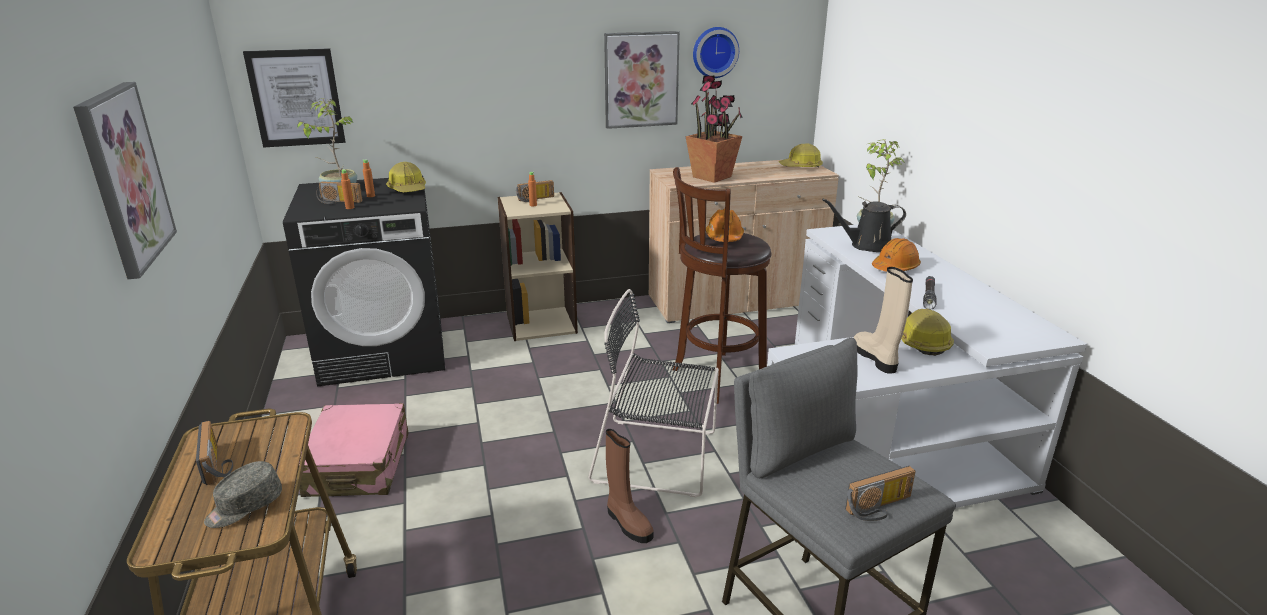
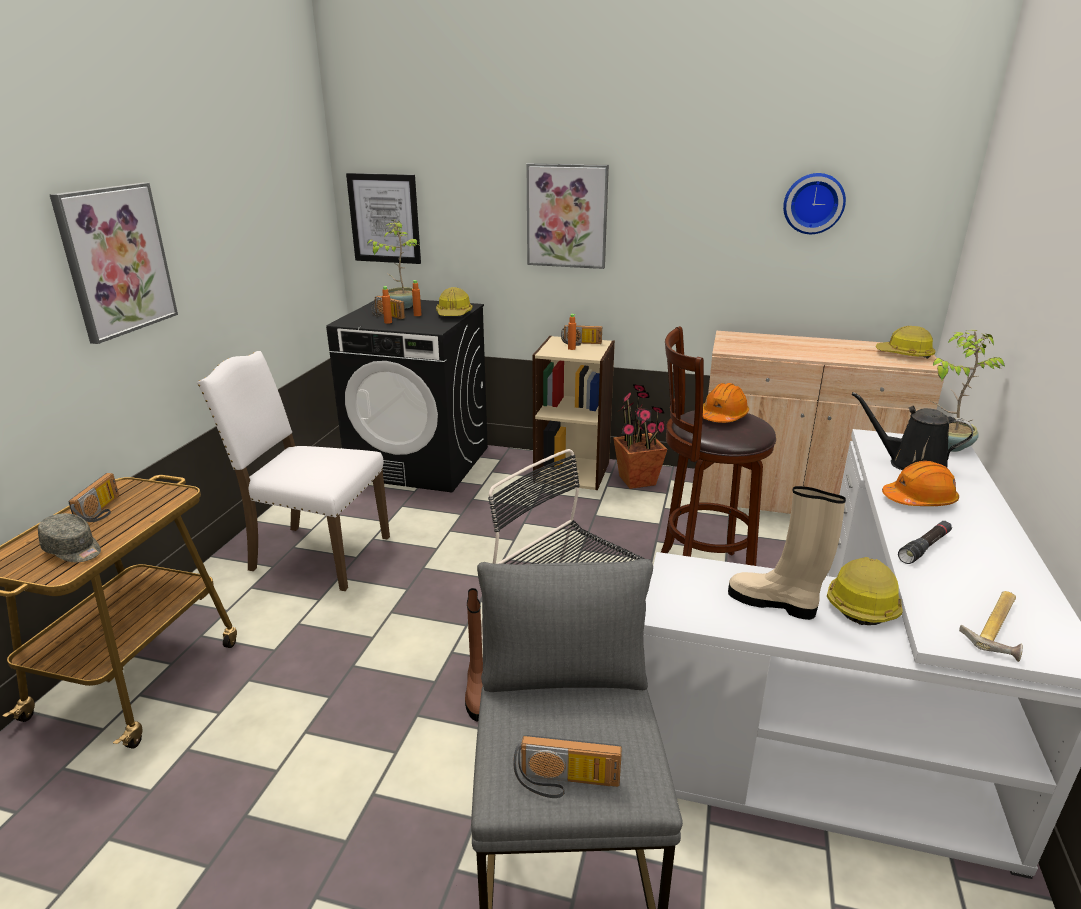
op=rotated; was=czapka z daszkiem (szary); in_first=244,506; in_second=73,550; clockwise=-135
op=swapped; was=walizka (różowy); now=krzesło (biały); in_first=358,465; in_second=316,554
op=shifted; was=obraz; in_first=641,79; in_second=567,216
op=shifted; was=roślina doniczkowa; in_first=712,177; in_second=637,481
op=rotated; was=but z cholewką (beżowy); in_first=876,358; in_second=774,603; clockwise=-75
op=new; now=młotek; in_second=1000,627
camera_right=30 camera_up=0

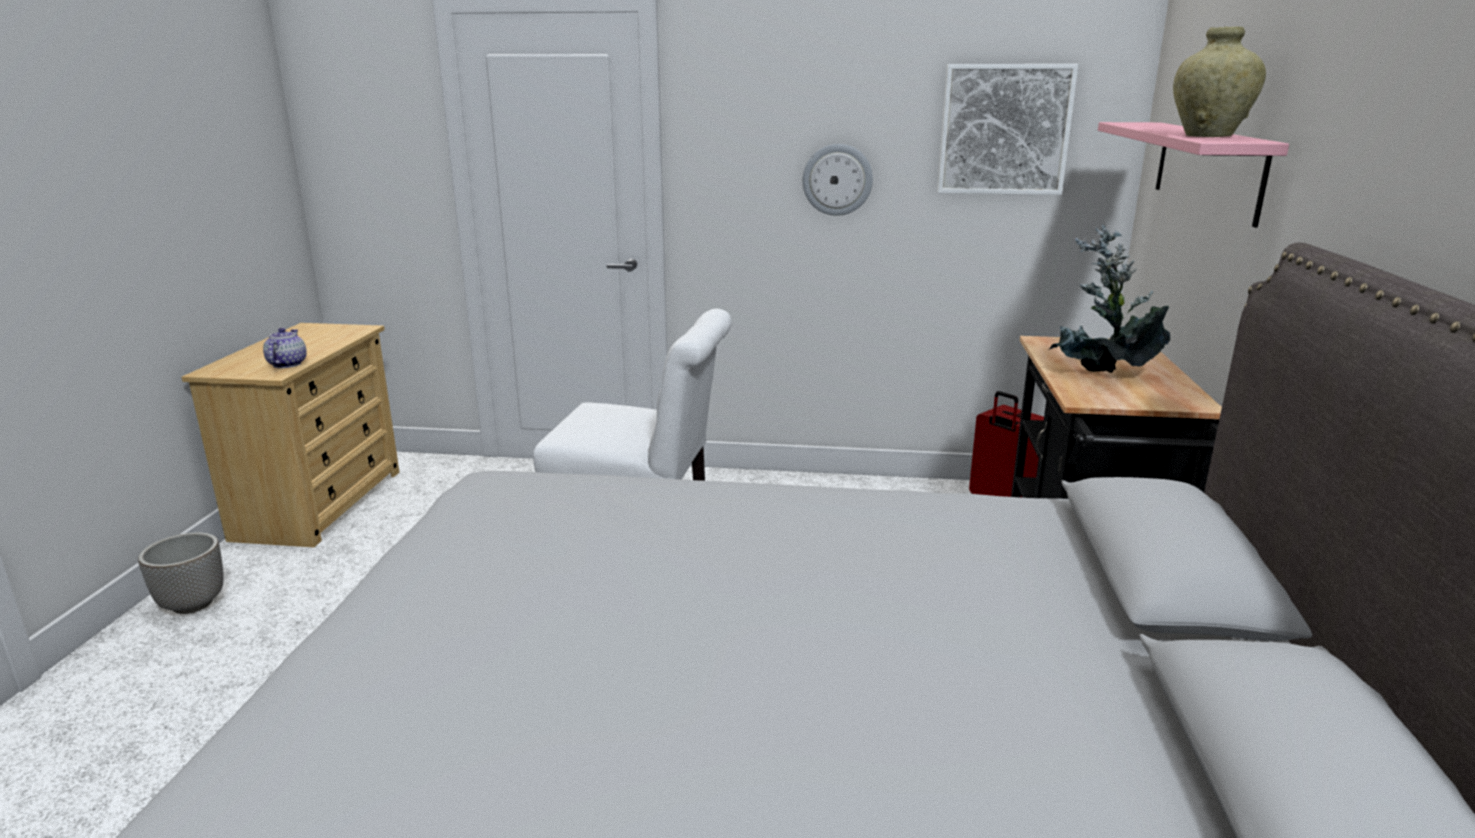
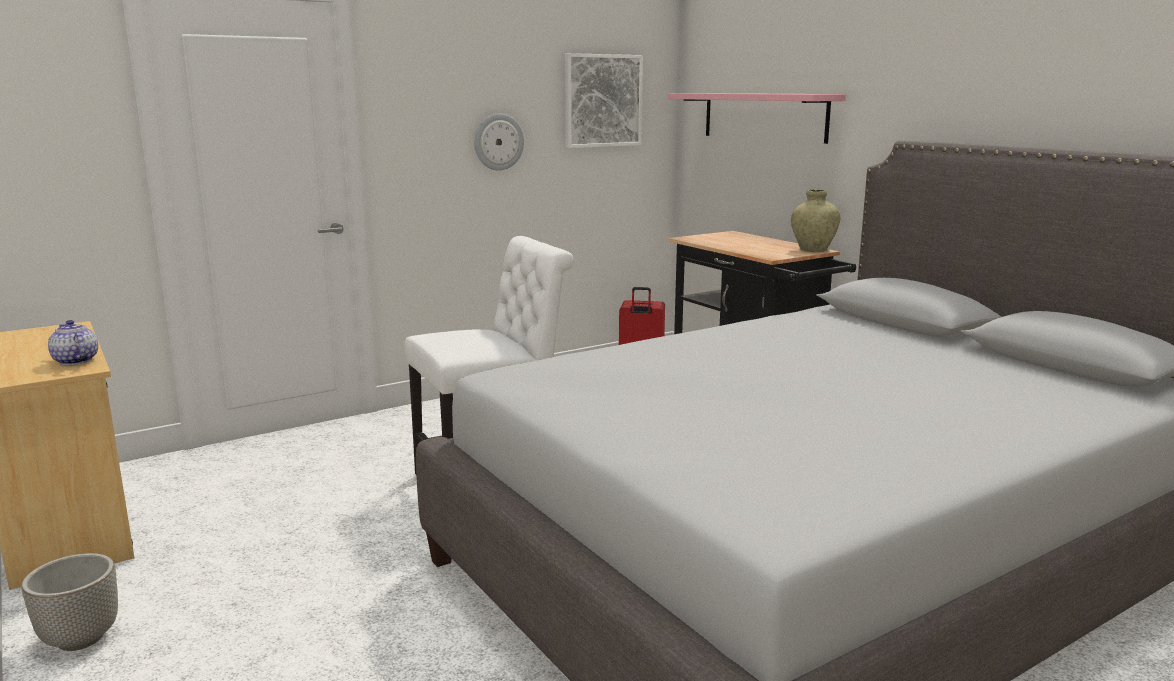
op=shifted; was=wazon (beżowy); in_first=1208,136; in_second=813,250
op=gone; was=roślina doniczkowa; in_first=1102,377
camera_right=-40 camera_up=-5

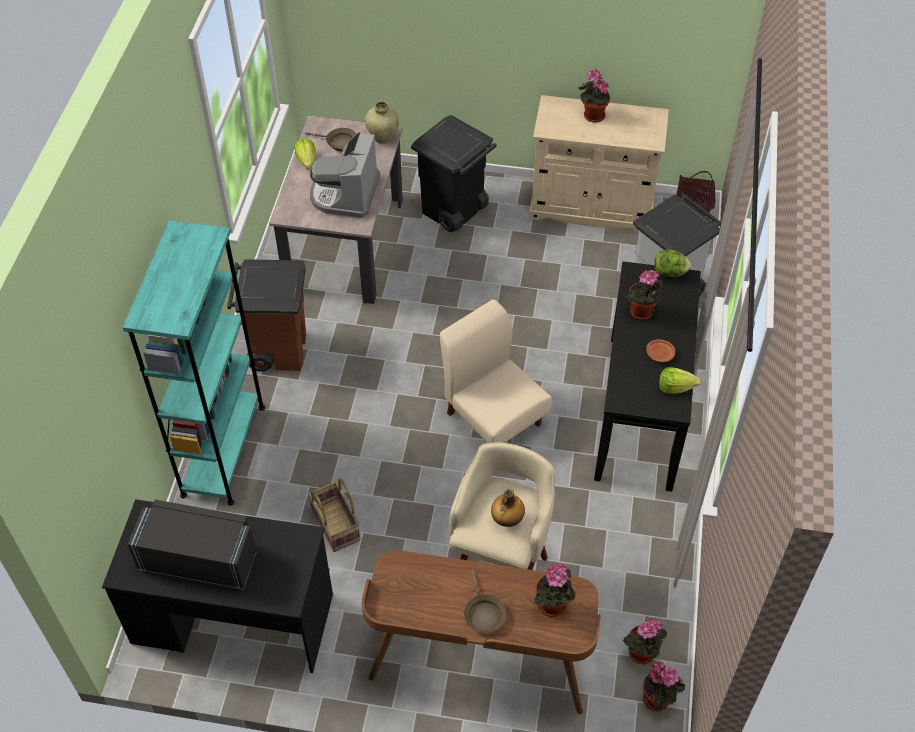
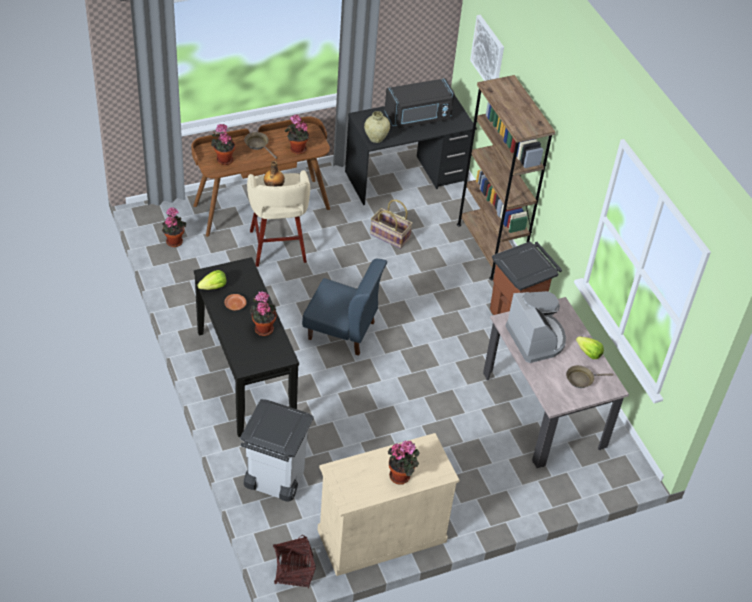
op=shifted; was=roślina doniczkowa; in_first=658,700; in_second=296,149
op=repainted; was=krzesło (beżowy); now=krzesło (niebieski); in_first=493,418; in_second=342,331
op=shifted; was=wazon (beżowy); in_first=382,137; in_second=376,138
op=repainted; was=regał (turkusowy); now=regał (brązowy); in_first=223,450; in_second=489,247
op=new; now=obraz; in_second=488,53
op=gone; was=kosz na śmieci (czarny); in_first=454,211
op=gone; was=sałata; in_first=670,272
camera_right=145 camera_up=-5

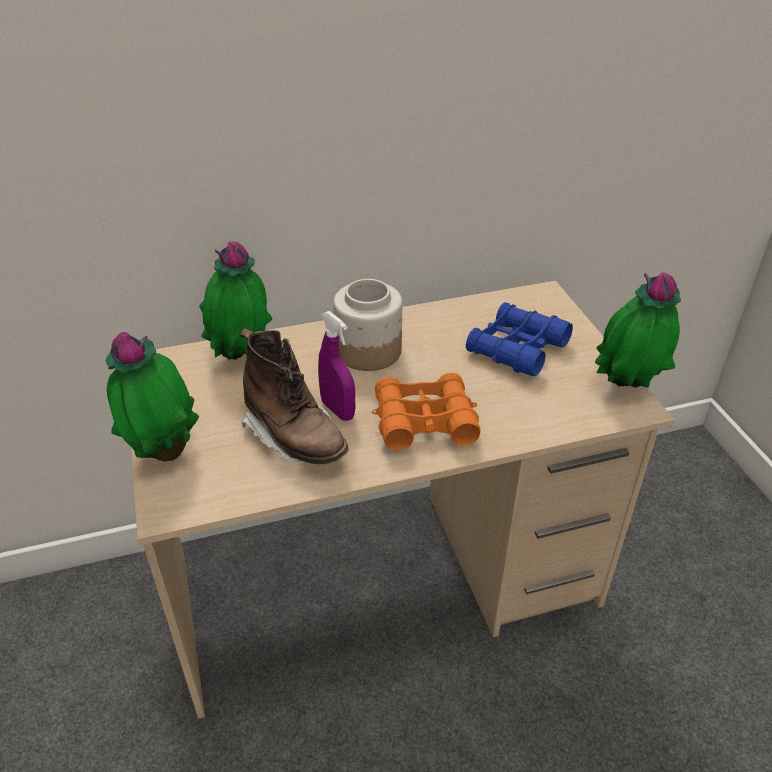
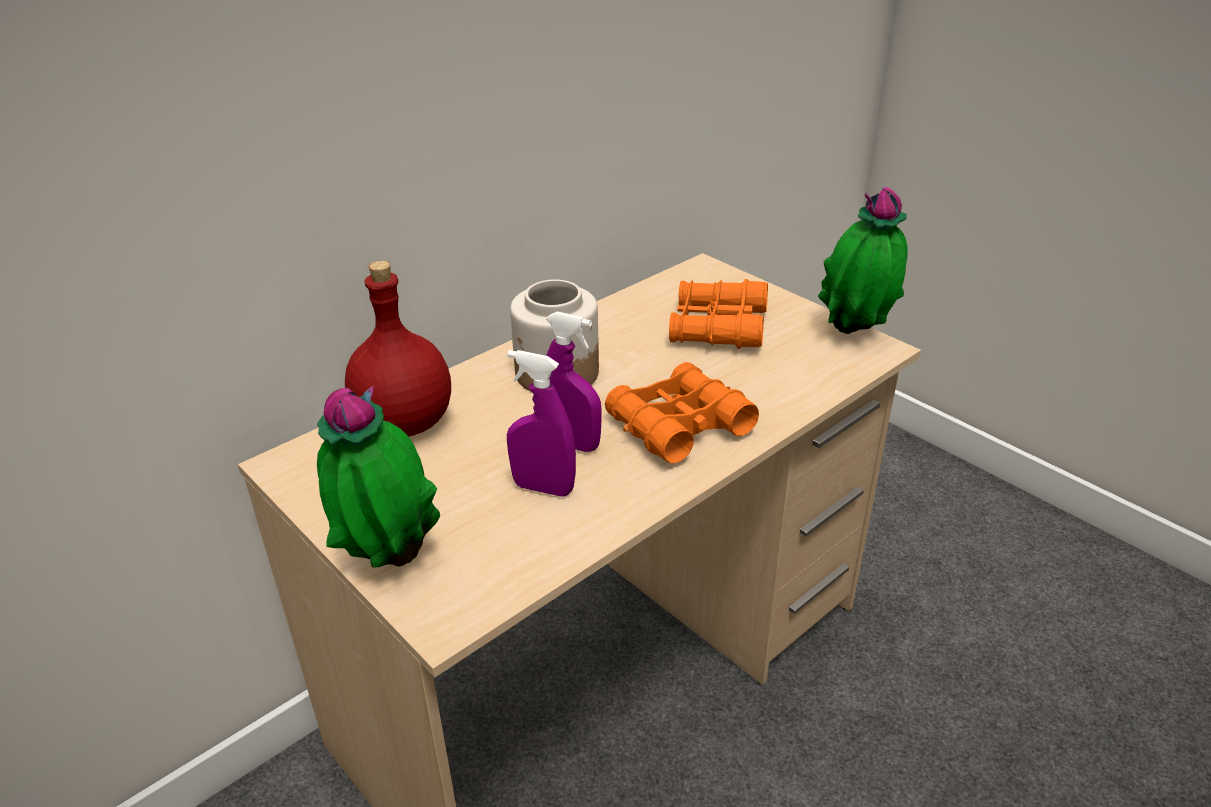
op=swapped; was=roślina doniczkowa; now=butelka (czerwony); in_first=242,358; in_second=407,423
op=swapped; was=but z cholewką (brązowy); now=spryskiwacz (fioletowy); in_first=294,437; in_second=543,488
op=repainted; was=lornetka (niebieski); now=lornetka (pomarańczowy); in_first=517,349; in_second=717,327
camera_right=-25 camera_up=-5

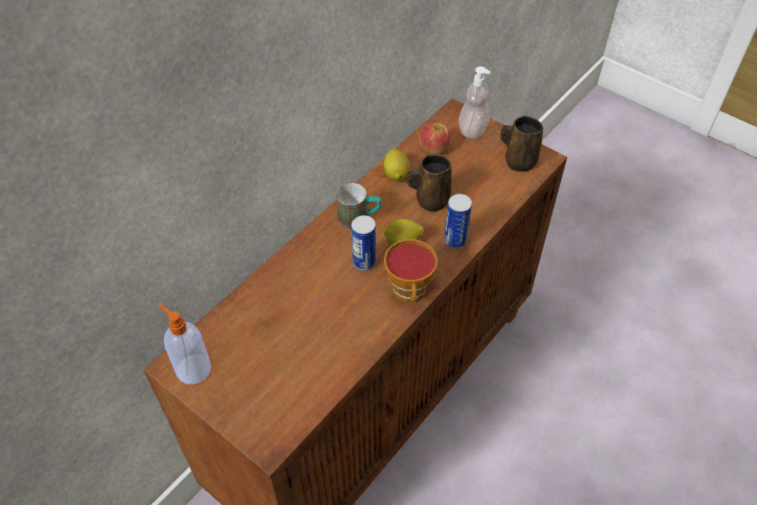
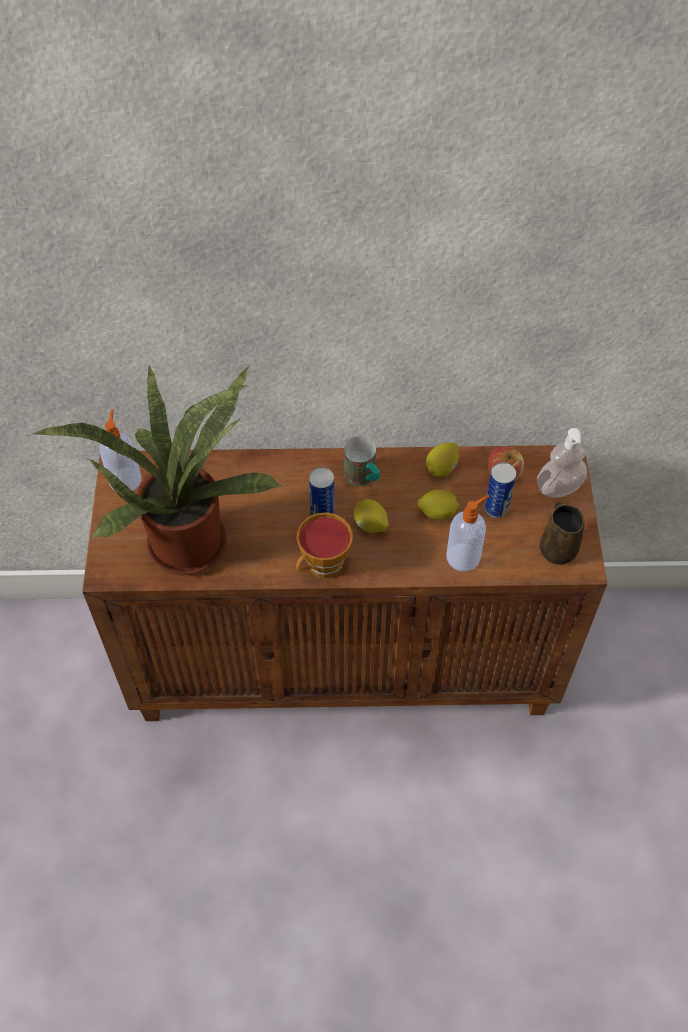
op=new; now=roślina doniczkowa; in_second=188,537
op=swapped; was=kubek (brązowy); now=cytryna; in_first=430,200; in_second=437,513
op=new; now=dozownik mydła; in_second=464,556
op=shifted; was=puszka; in_first=455,241; in_second=496,509
camera_right=50 camera_up=5

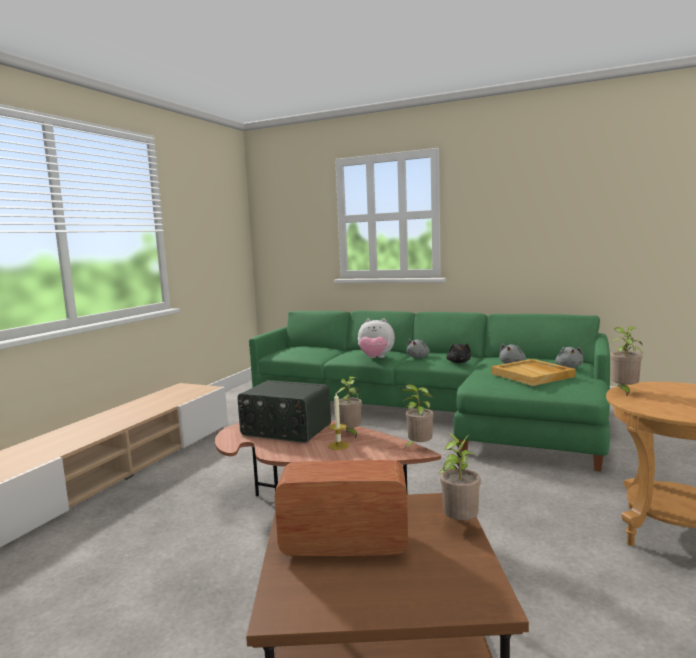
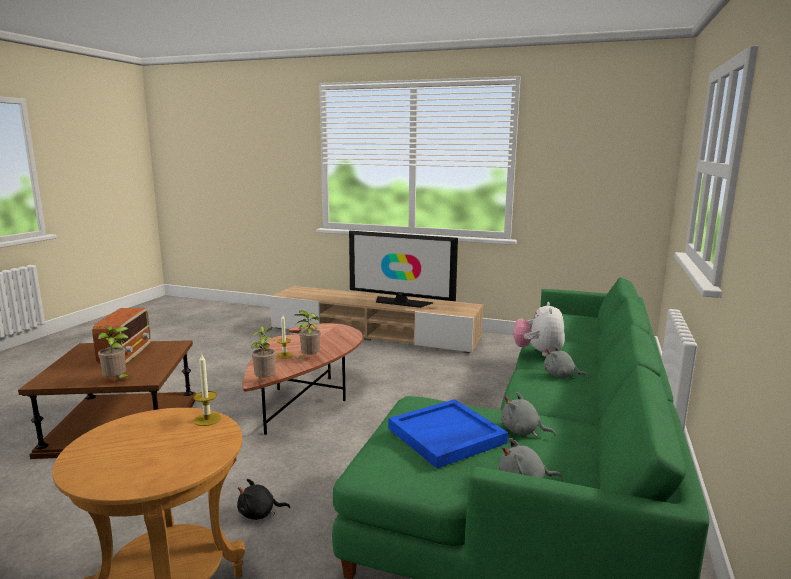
op=swapped; was=roślina doniczkowa; now=świeca; in_first=624,392; in_second=207,419
op=shifted; was=pluszak (czarny); in_first=458,362; in_second=259,513
op=new; now=telewizor; in_second=401,302
op=repainted; was=taca (beżowy); now=taca (niebieski); in_first=533,375; in_second=446,436
op=gone; was=radio; in_first=285,430
camera_right=85 camera_up=5

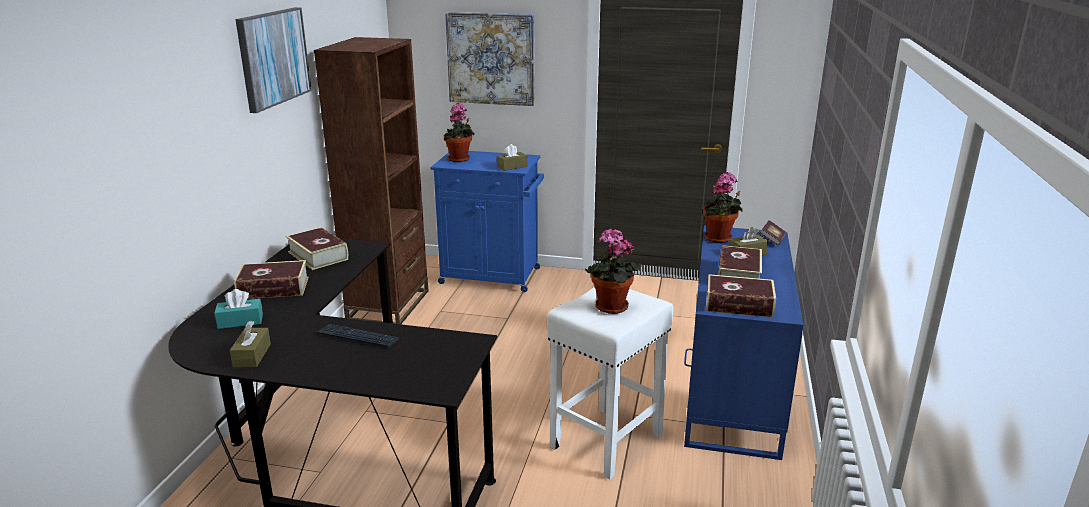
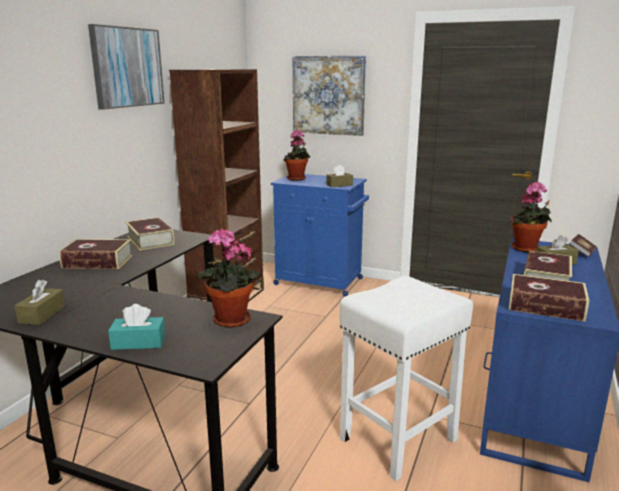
op=shifted; was=pudełko chusteczek (turkusowy); in_first=240,321; in_second=138,342
op=shifted; was=roślina doniczkowa; in_first=610,308; in_second=229,321
op=gone; was=klawiatura; in_first=357,337
camera_right=10 camera_up=-5

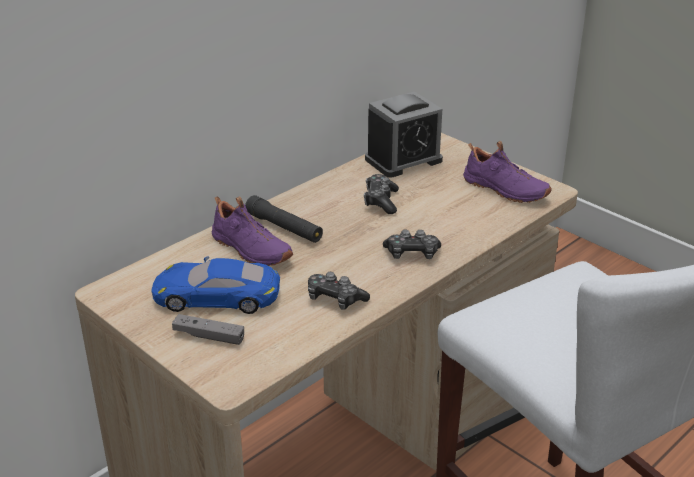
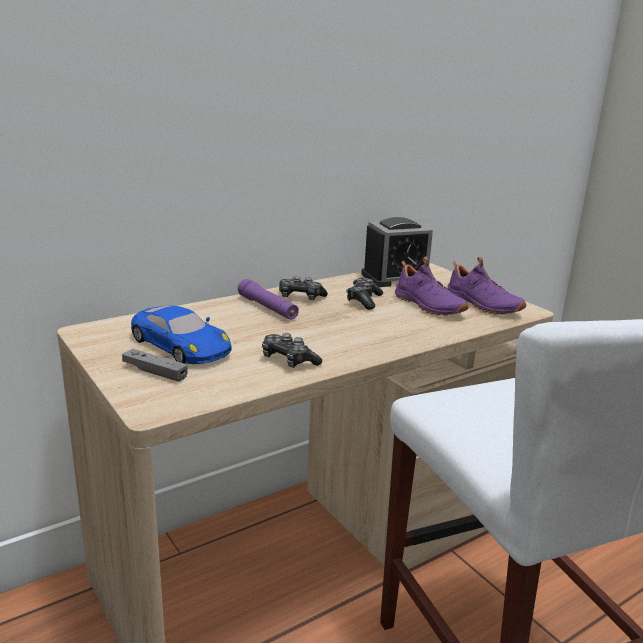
op=rotated; was=samochodzik (niebieski); in_first=216,296; in_second=180,345; clockwise=-150
op=repainted; was=latarka (czarny); now=latarka (fioletowy); in_first=284,228; in_second=268,308
op=shifted; was=pad do gier; in_first=412,254; in_second=300,297
op=shifted; was=but (fioletowy); in_first=249,250; in_second=427,306
camera_right=10 camera_up=-10

